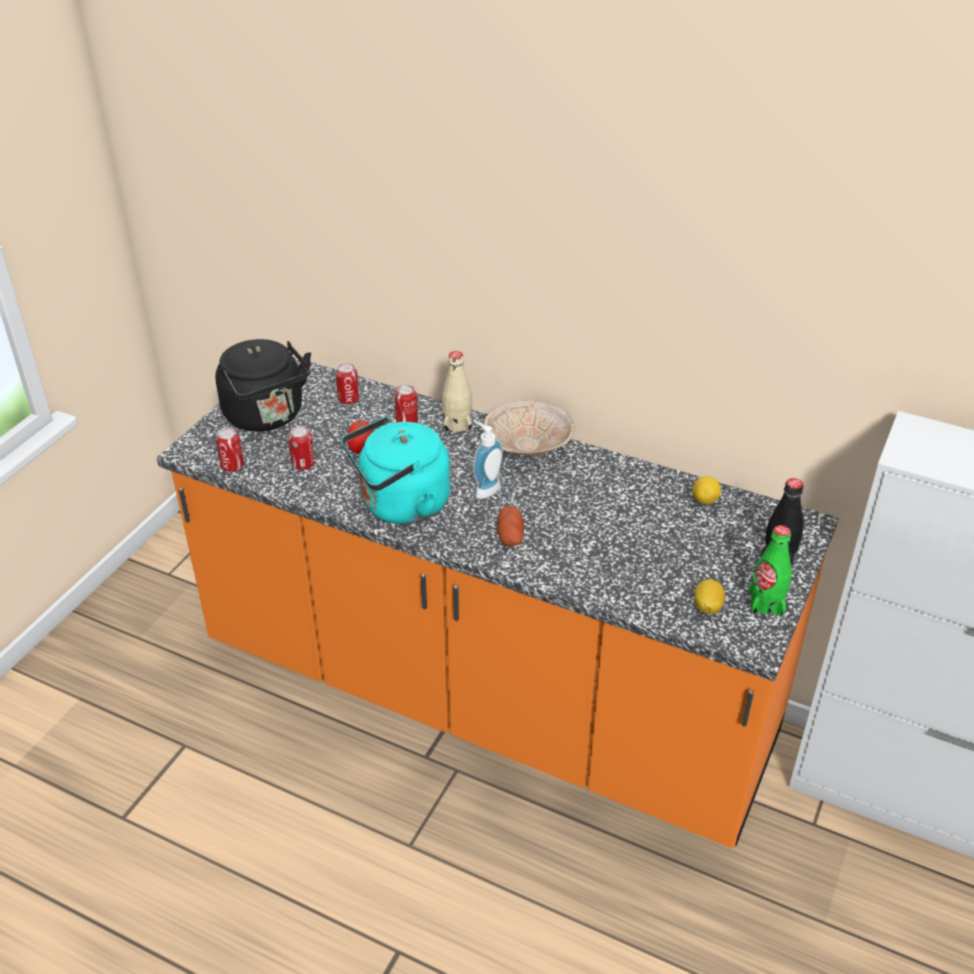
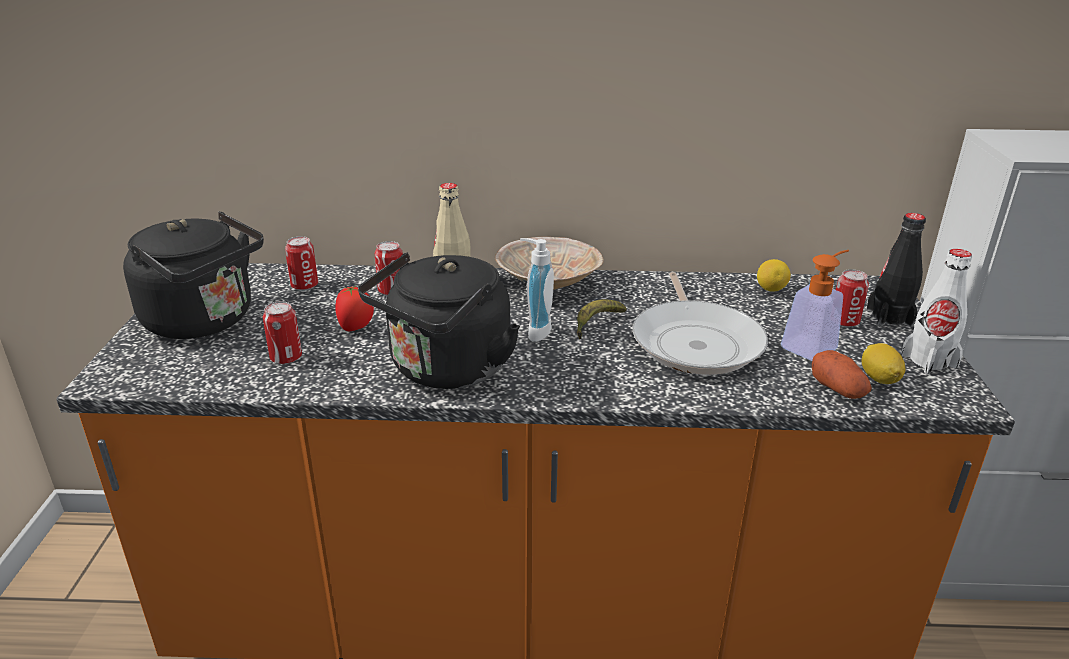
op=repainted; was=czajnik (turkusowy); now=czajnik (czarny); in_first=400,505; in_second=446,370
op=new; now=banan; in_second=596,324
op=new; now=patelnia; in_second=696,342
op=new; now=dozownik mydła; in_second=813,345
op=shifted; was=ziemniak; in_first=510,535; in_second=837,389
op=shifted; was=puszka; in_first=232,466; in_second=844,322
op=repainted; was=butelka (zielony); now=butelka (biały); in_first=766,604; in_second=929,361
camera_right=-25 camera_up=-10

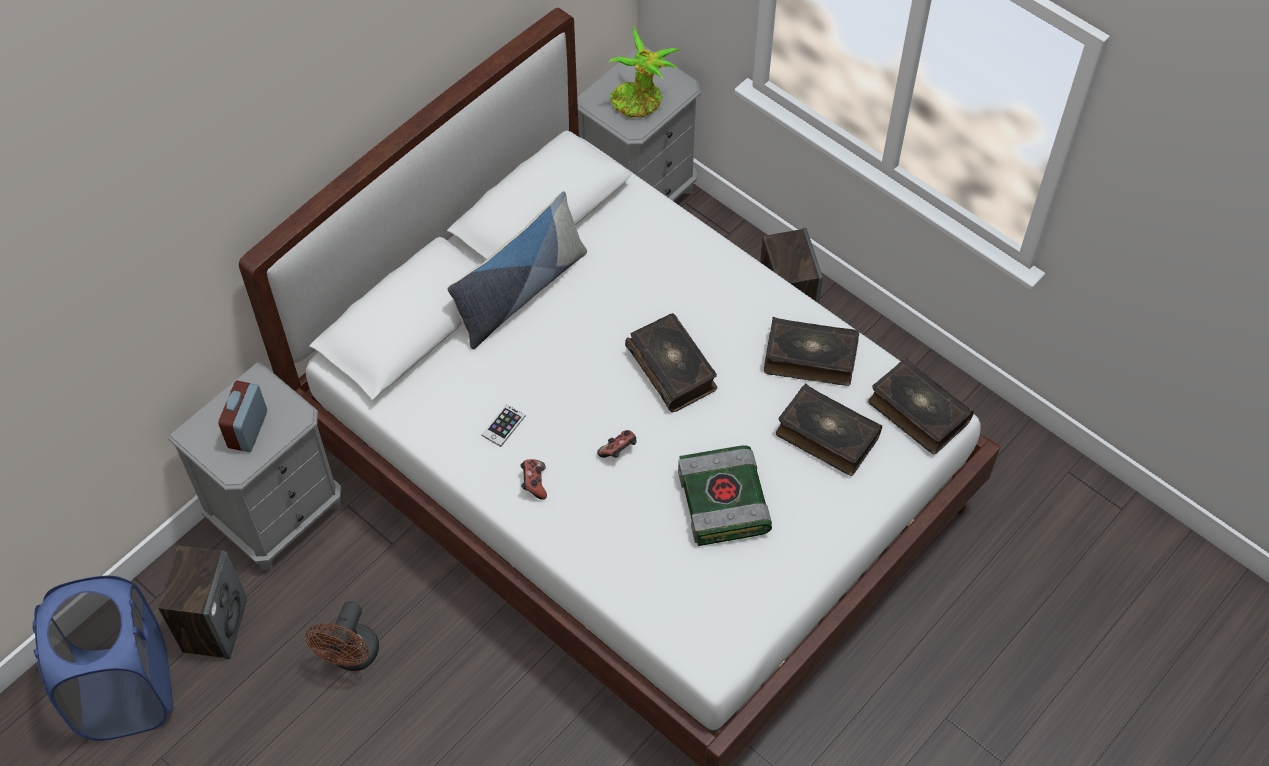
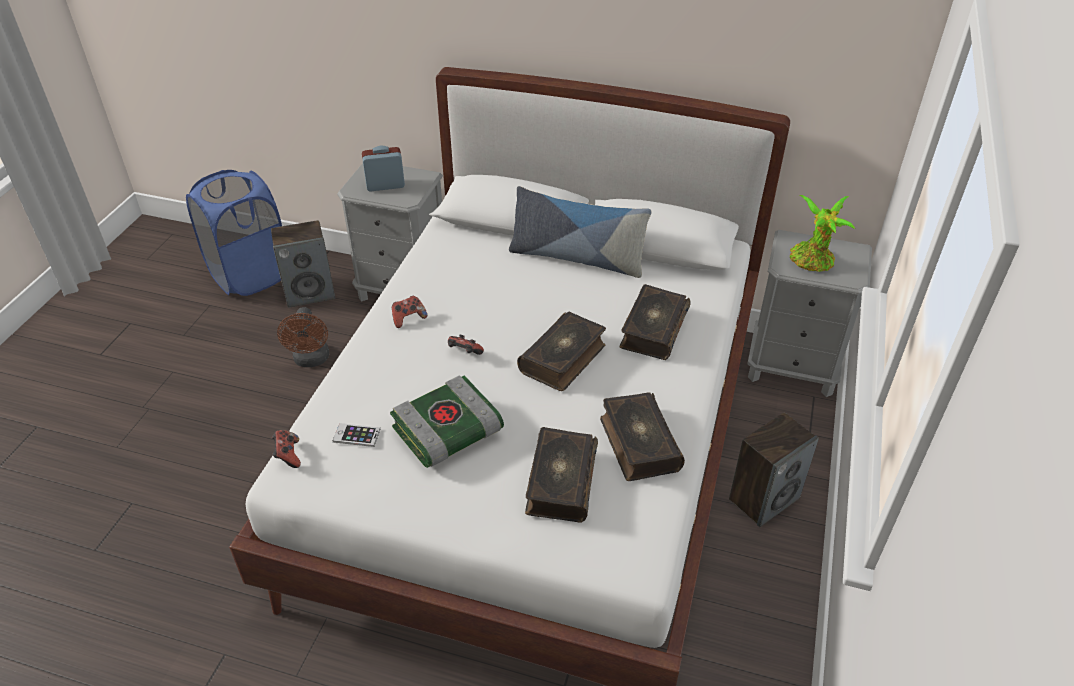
op=new; now=pad do gier; in_second=288,456
op=rotated; was=wentylator (brązowy); in_first=352,657; in_second=311,360; clockwise=-90
op=shifted; was=telefon; in_first=503,426; in_second=356,435
op=shifted; was=książka; in_first=917,412; in_second=652,330
camera_right=65 camera_up=-15

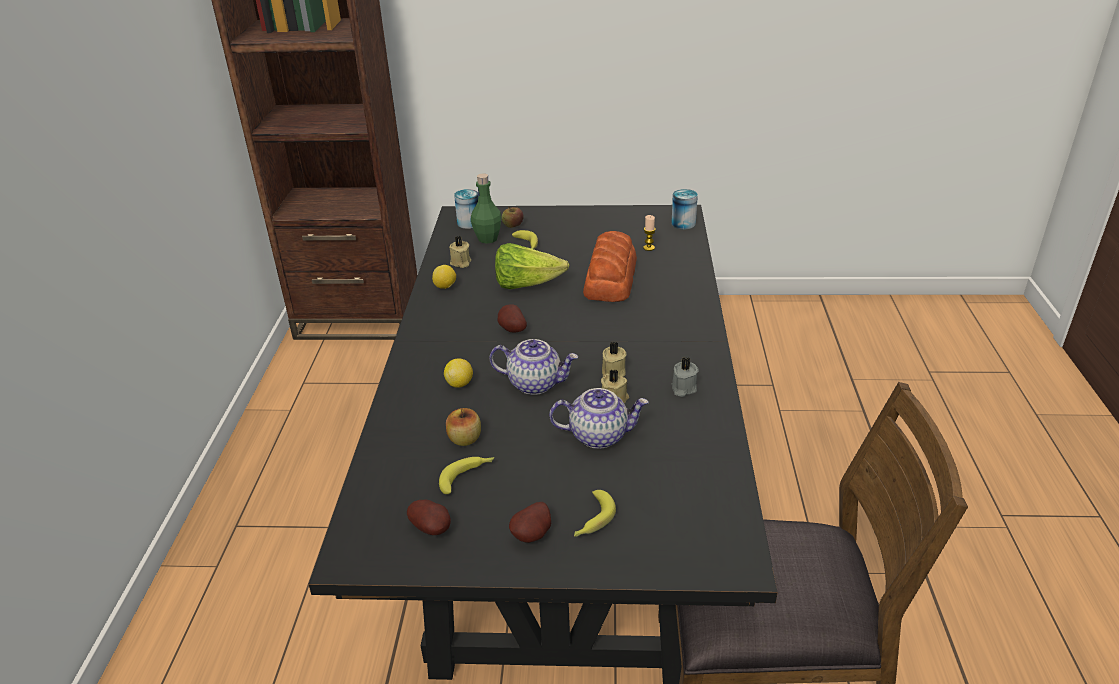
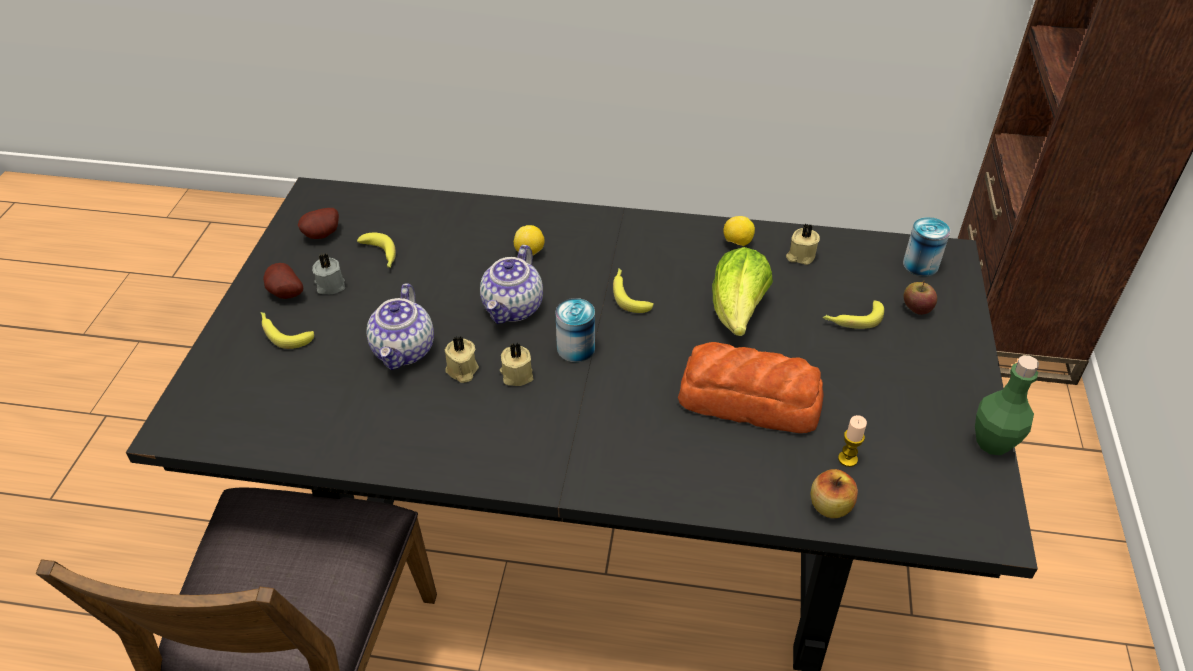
op=shifted; was=świeca (szary); in_first=683,388; in_second=330,285
op=shifted; was=puszka; in_first=683,223; in_second=576,348
op=swapped; was=ziemniak; now=banan; in_first=511,330; in_second=629,294
op=shifted; was=jabłko; in_first=464,439; in_second=830,506
op=shifted; was=butelka (zielony); in_first=487,239; in_second=993,442
camera_right=95 camera_up=10

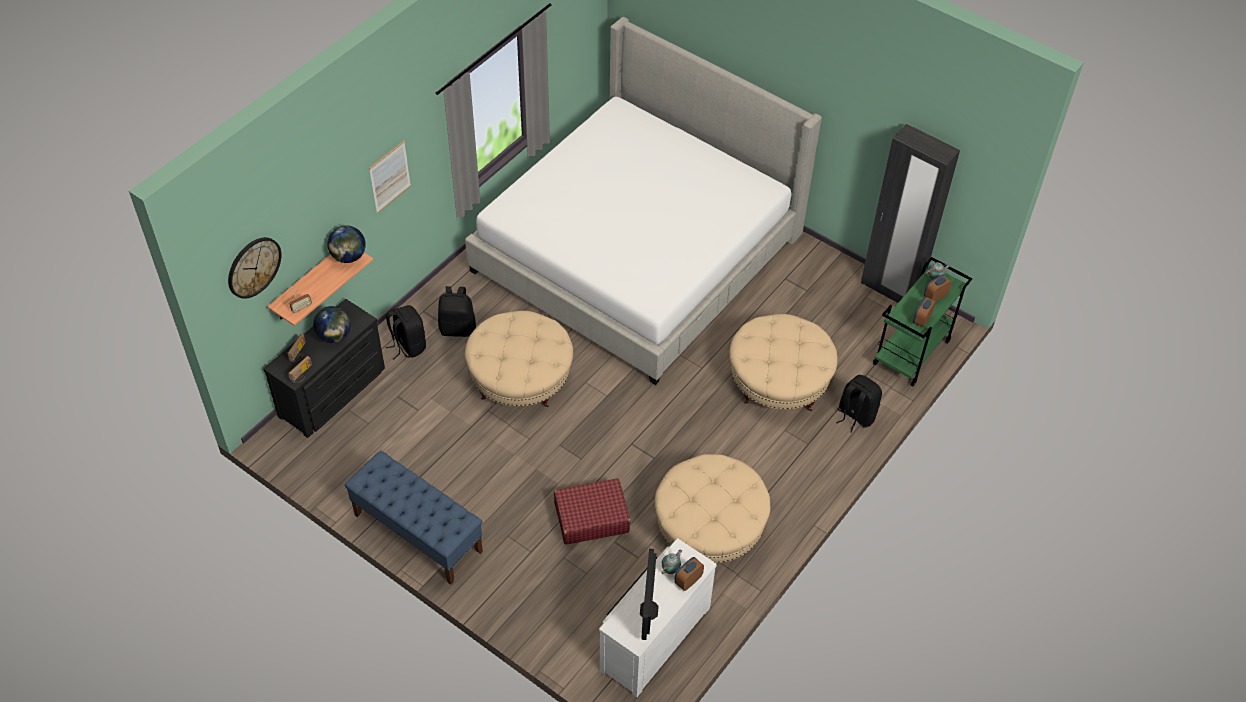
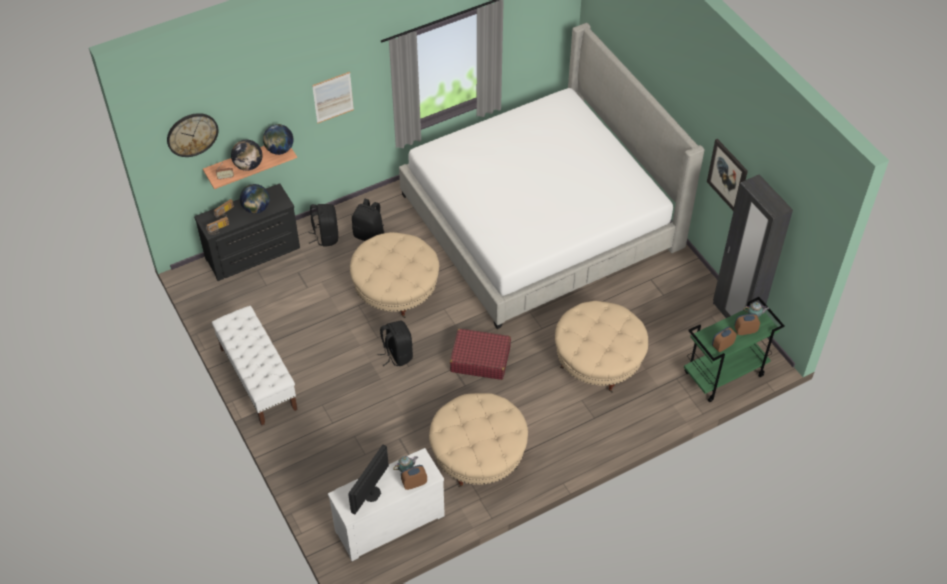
op=repainted; was=ławka (niebieski); now=ławka (biały); in_first=417,533; in_second=258,378
op=new; now=globus; in_second=248,166
op=shifted; was=plecak (czarny); in_first=855,415; in_second=397,354
op=shifted; was=walizka (czerwony); in_first=591,517; in_second=480,359
op=new; now=obraz; in_second=727,175
camera_right=25 camera_up=0

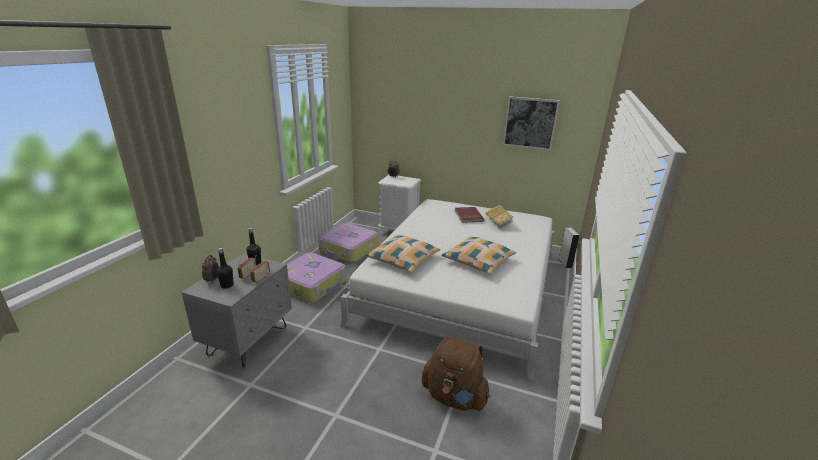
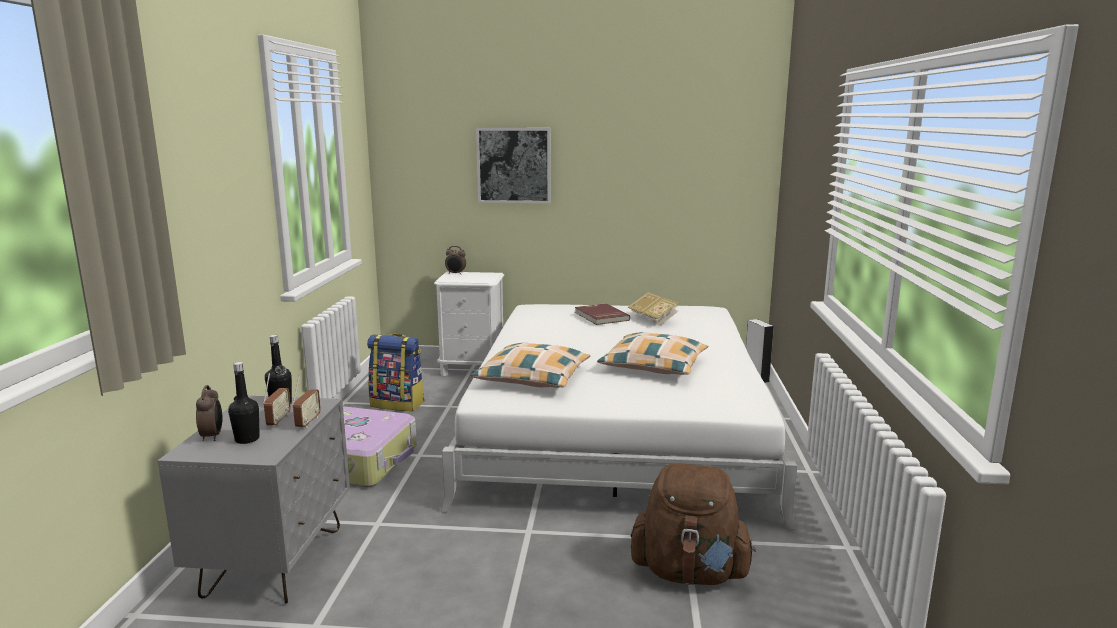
op=swapped; was=walizka; now=plecak; in_first=349,250; in_second=398,404
op=shifted; was=obraz; in_first=530,123; in_second=514,165
camera_right=-15 camera_up=-10

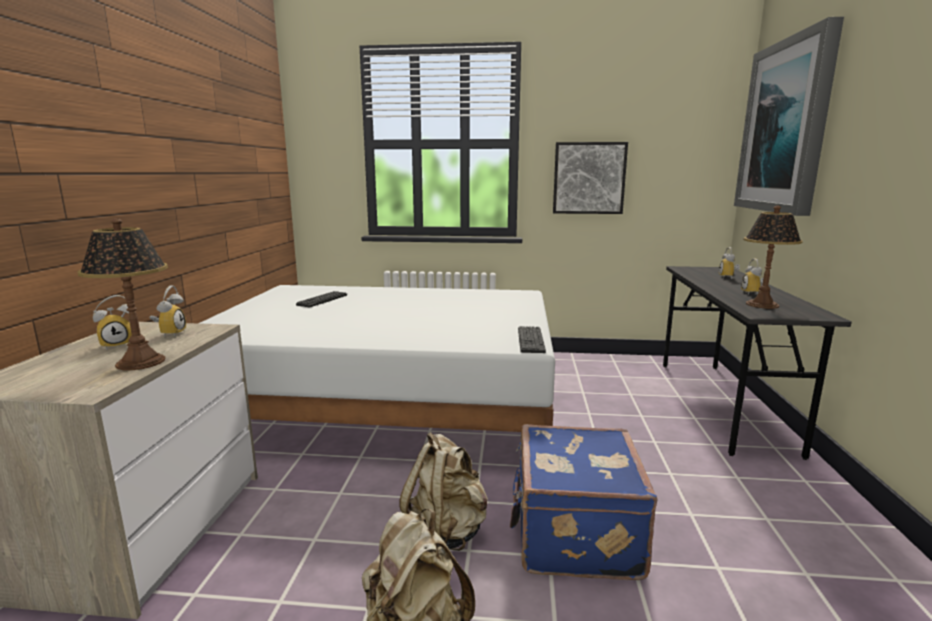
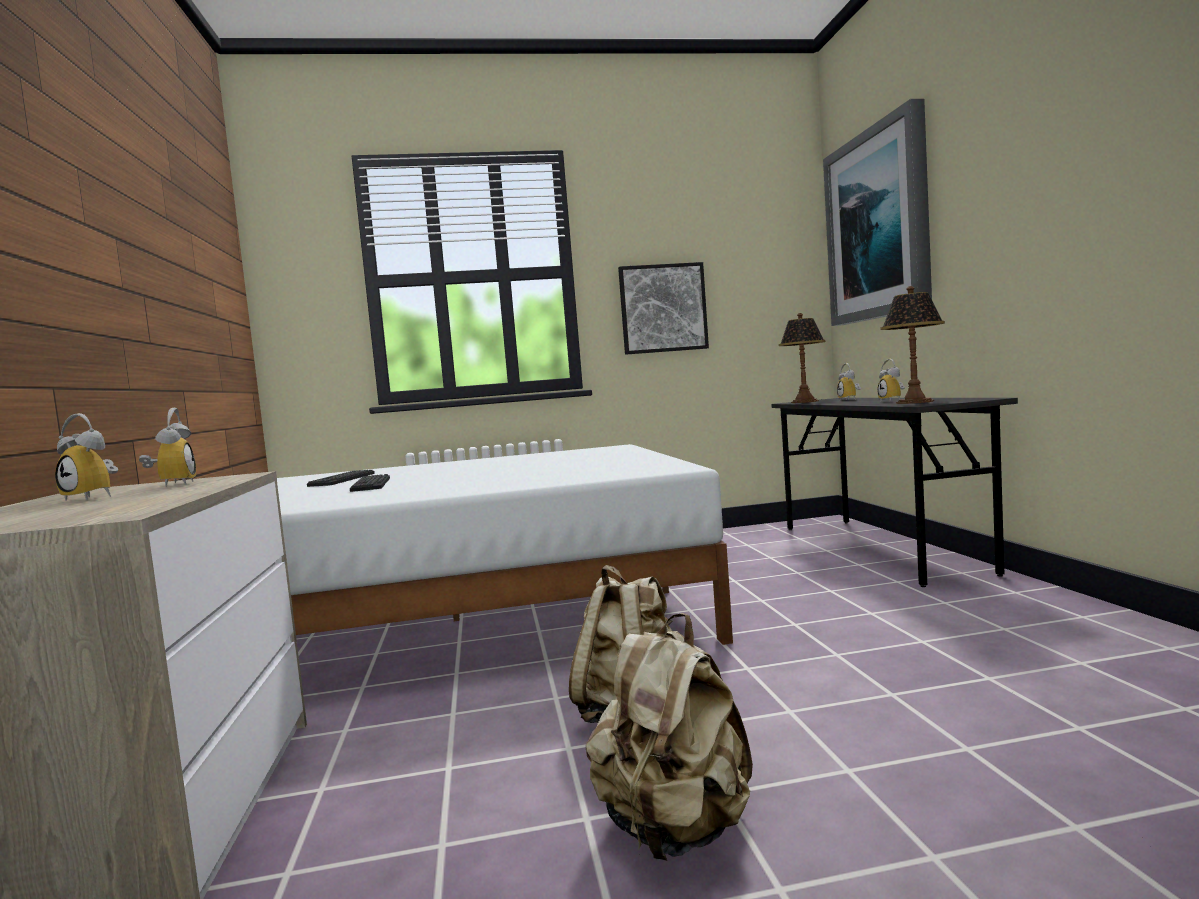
op=rotated; was=budzik; in_first=119,344; in_second=96,497; clockwise=75
op=shifted; was=klawiatura; in_first=530,340; in_second=371,484
op=shifted; was=lampa stołowa; in_first=141,362; in_second=805,402
op=gone; was=walizka (niebieski); in_first=573,534
camera_right=-15 camera_up=-10

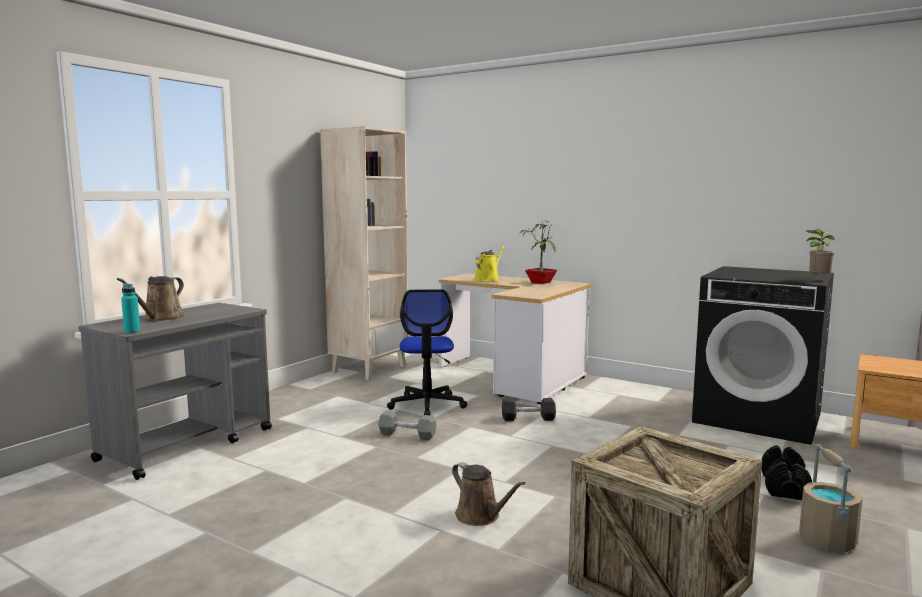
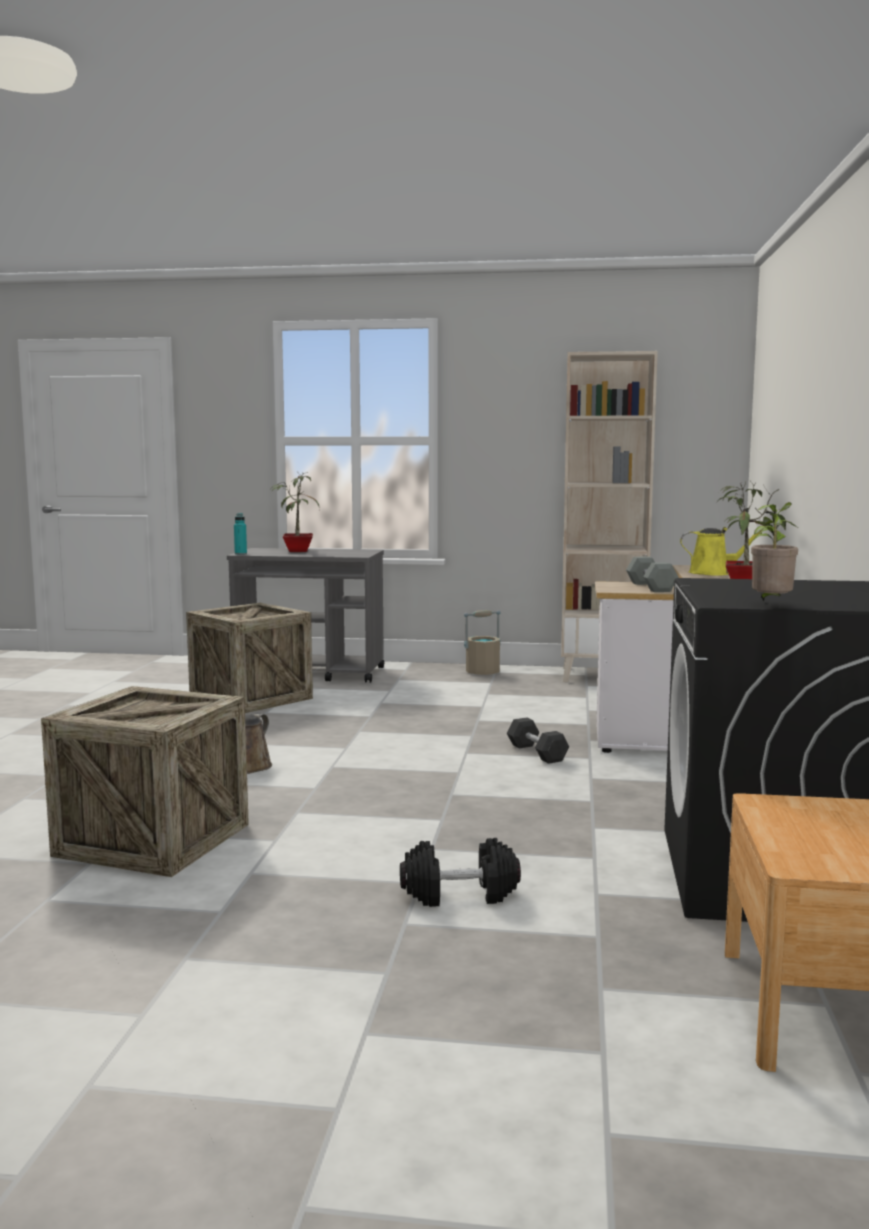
op=new; now=skrzynka; in_second=251,698
op=swapped; was=konewka (brązowy); now=roślina doniczkowa; in_first=160,318; in_second=296,551
op=shifted; was=wiadro (beżowy); in_first=826,540; in_second=483,672
op=shifted; was=hantel (szary); in_first=407,435; in_second=651,587
op=gone; was=krzesło biurowe; in_first=427,405
camera_right=65 camera_up=0

